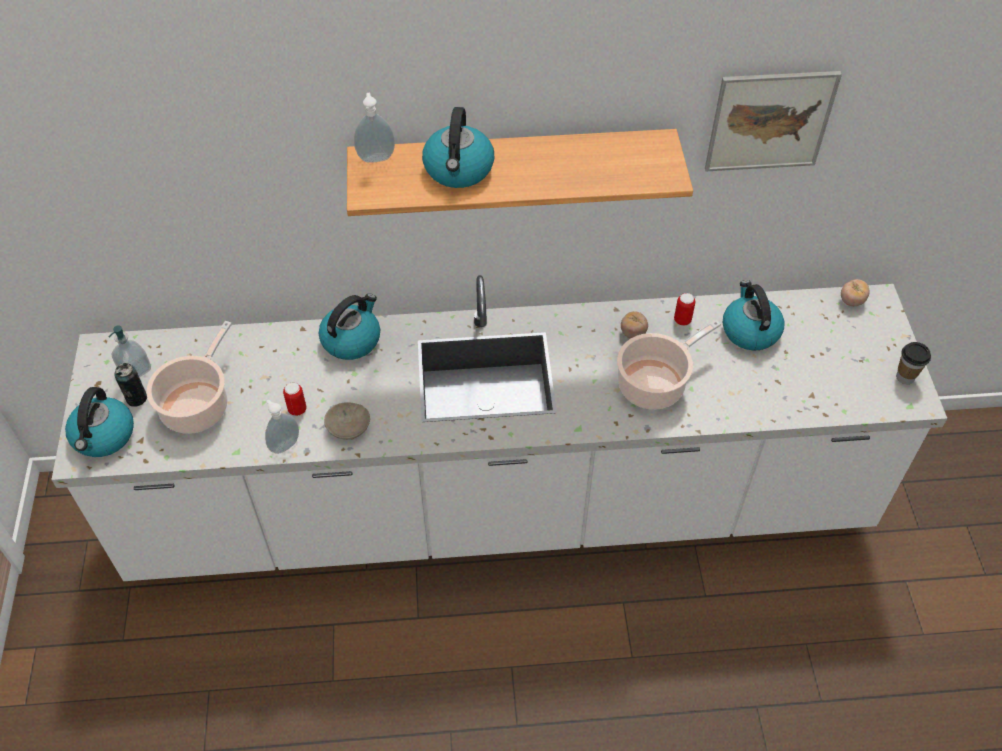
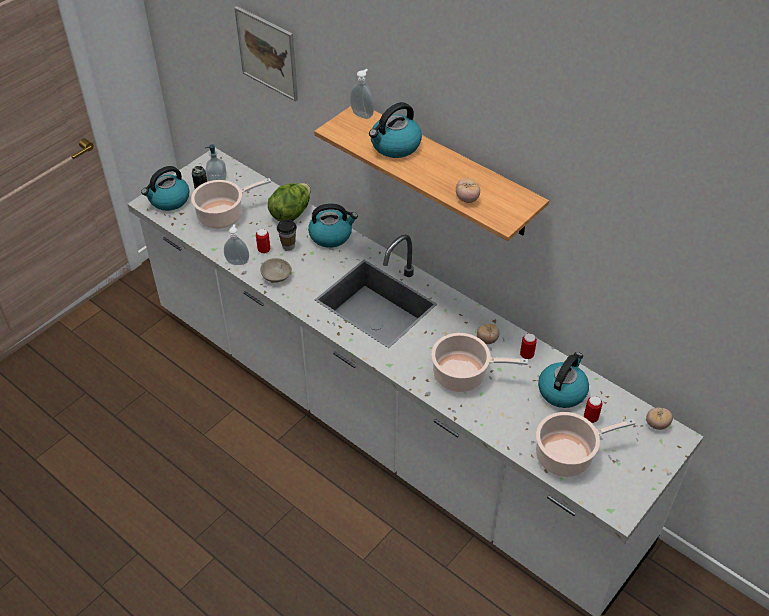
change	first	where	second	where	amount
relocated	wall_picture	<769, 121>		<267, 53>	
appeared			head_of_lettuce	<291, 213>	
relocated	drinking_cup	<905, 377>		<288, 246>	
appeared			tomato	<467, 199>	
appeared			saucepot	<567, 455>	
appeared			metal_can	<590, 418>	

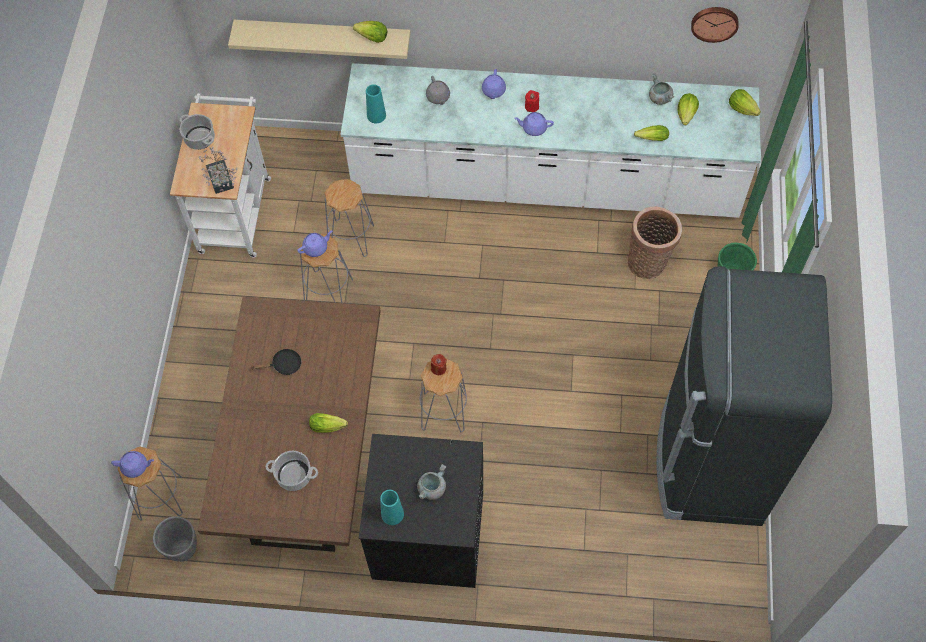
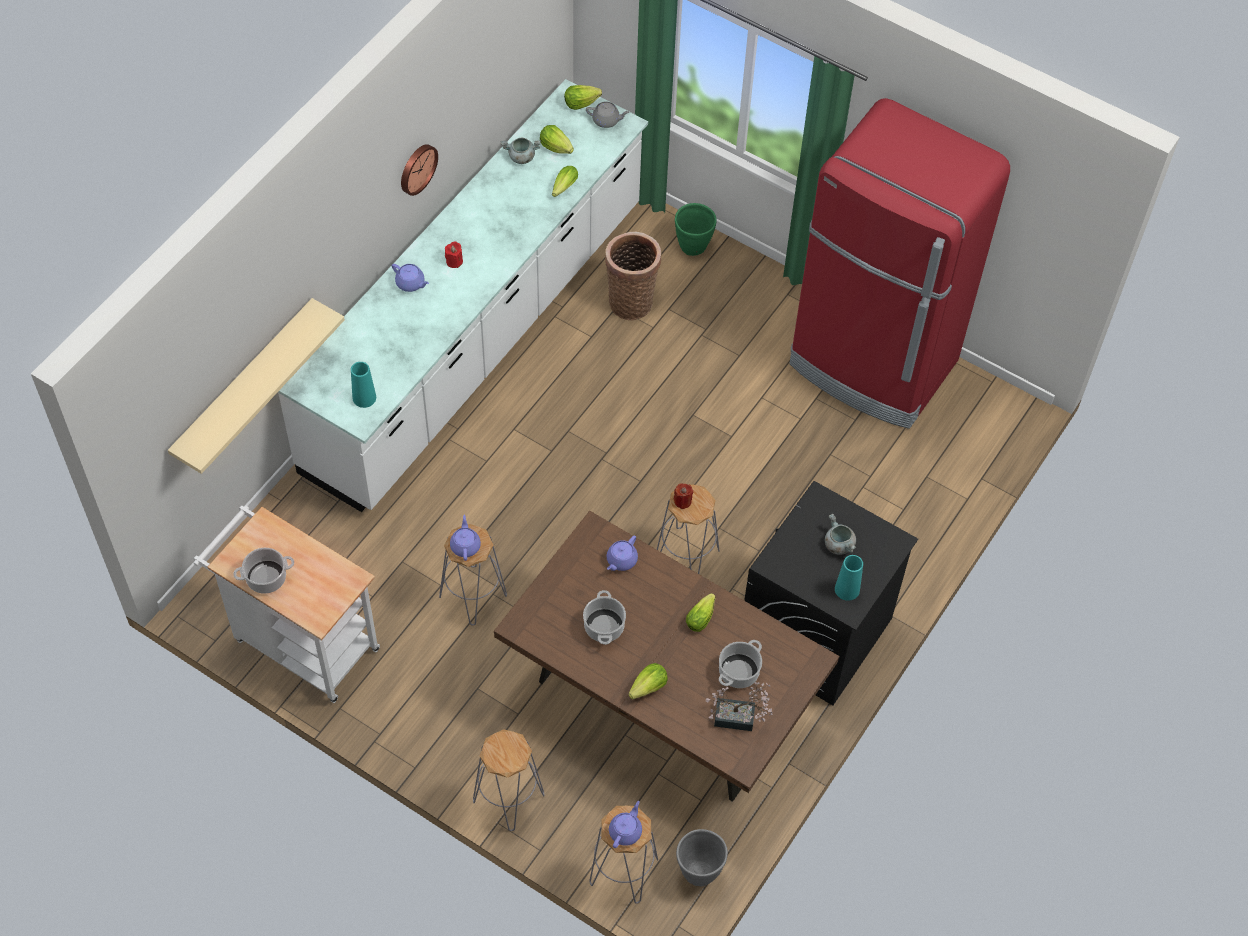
change	first	where	second	where	amount
relocated	wall_clock	<714, 22>		<417, 168>	
relocated	grey_stool	<351, 237>		<508, 797>	
exchanged	black-coloured_pan	<283, 365>	saucepot	<604, 627>	
relocated	grey_teapot	<438, 97>		<606, 120>	
relocated	purple_teapot	<533, 128>		<621, 560>	
relocated	head_of_lettuce	<372, 38>		<648, 687>	
relocated	houseplant	<221, 183>		<739, 718>	
colour	black-coloured_kitchen_fridge	<710, 462>	red_kitchen_fridge	<873, 365>	

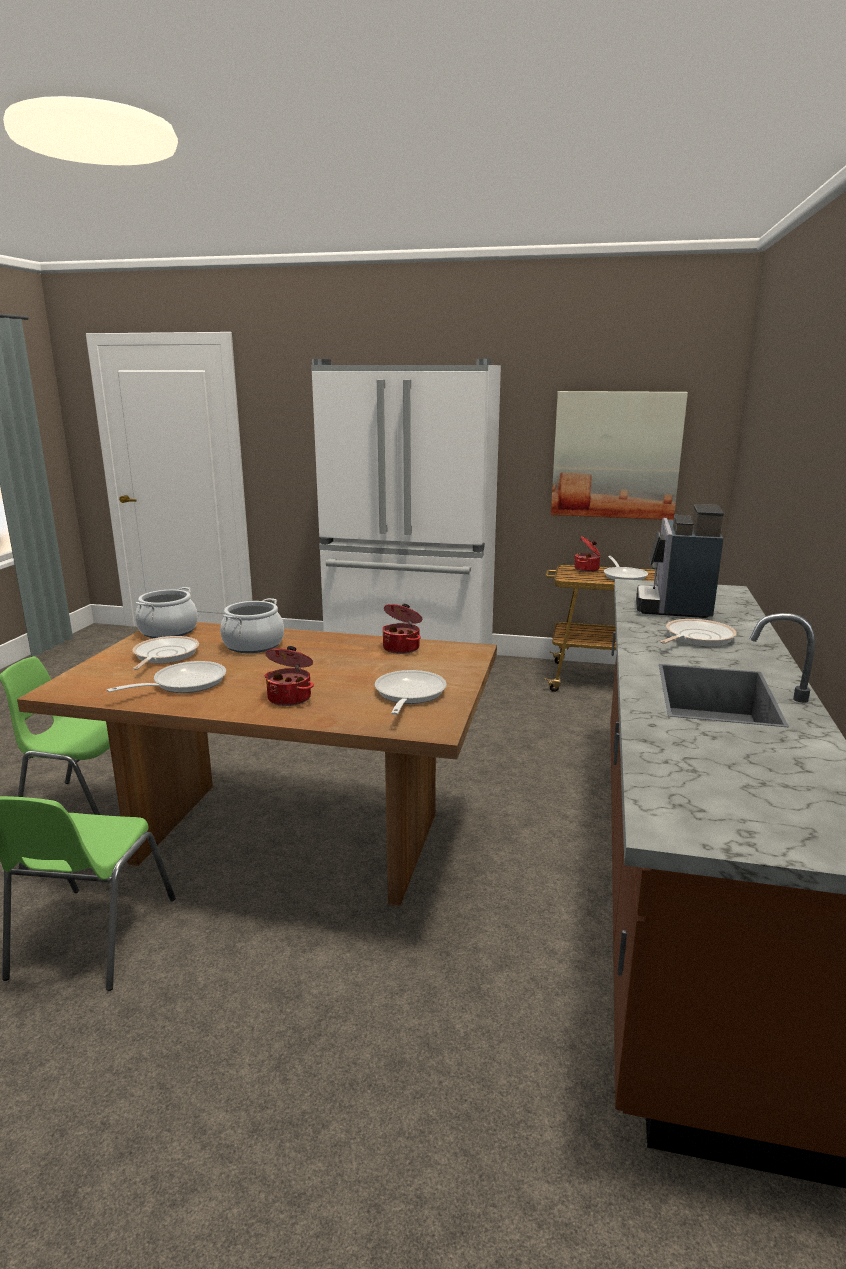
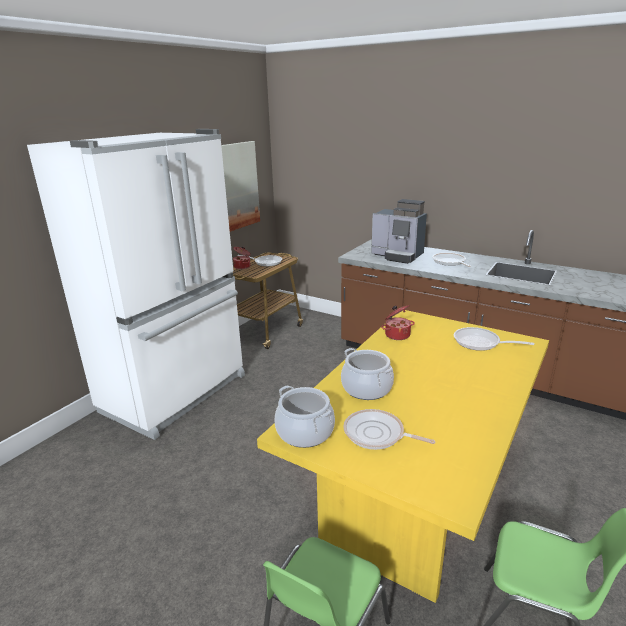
change	first	where	second	where	amount
colour	brownish_dinner_table	<287, 839>	yellowish_dinner_table	<416, 496>	
missing	pan	<183, 683>			
missing	saucepot	<290, 698>			

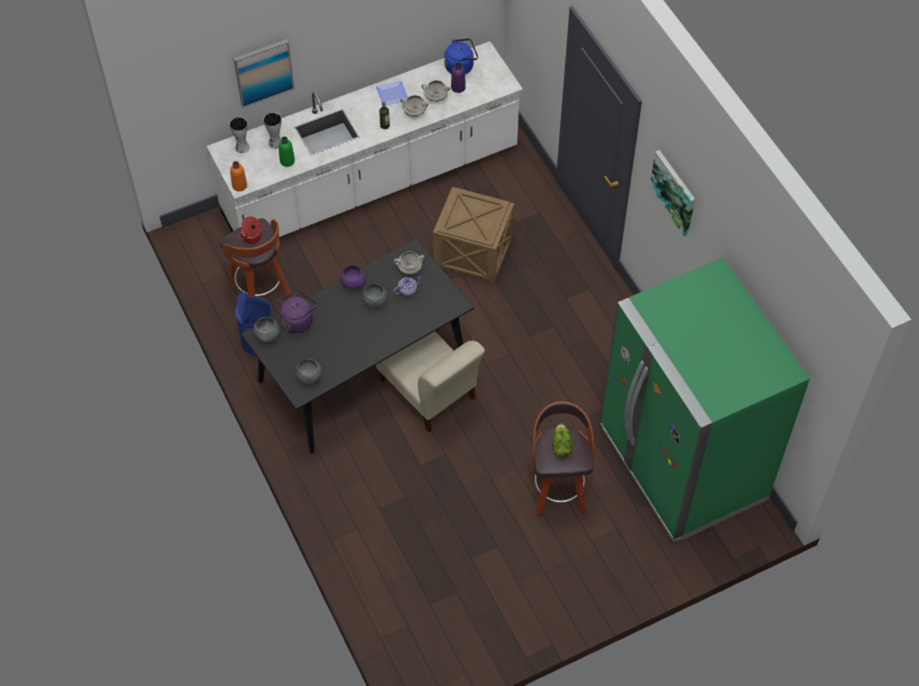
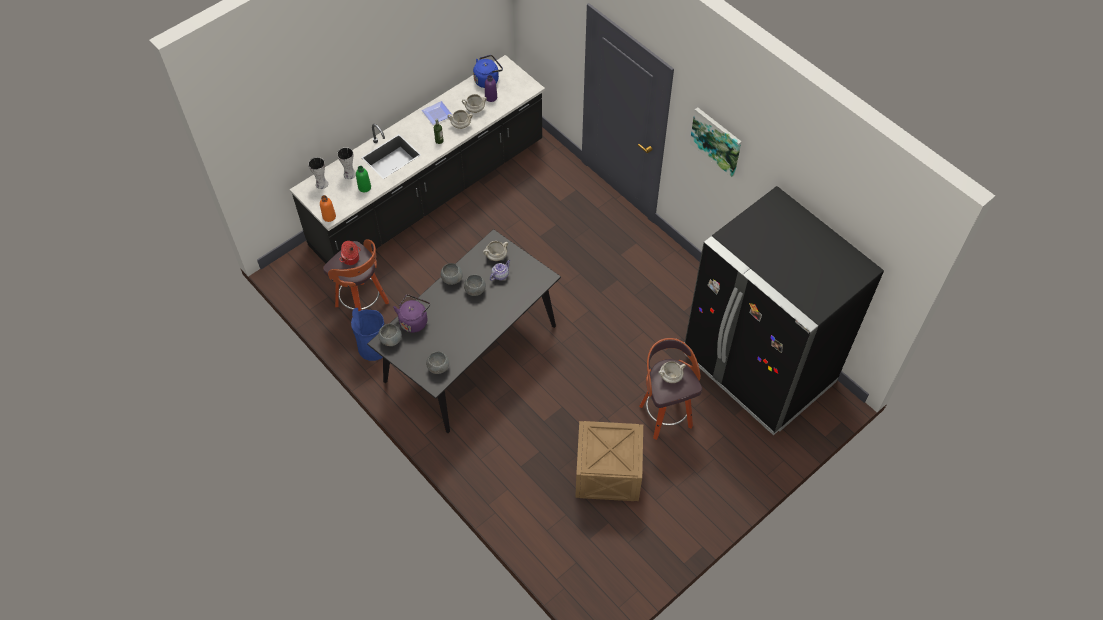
change	first	where	second	where	amount
colour	white_kitchen_counter	<371, 183>	black-coloured_kitchen_counter	<429, 194>	
colour	purple_serving_bowl	<353, 283>	grey_serving_bowl	<451, 279>	
relocated	packing_crate	<472, 252>		<606, 473>	
exchanged	head_of_lettuce	<561, 446>	white_saucepot	<670, 377>	
colour	greenish_kitchen_fridge	<682, 464>	black-coloured_kitchen_fridge	<758, 369>	
missing	wall_picture	<263, 72>			
missing	beige_upright_chair	<429, 393>			

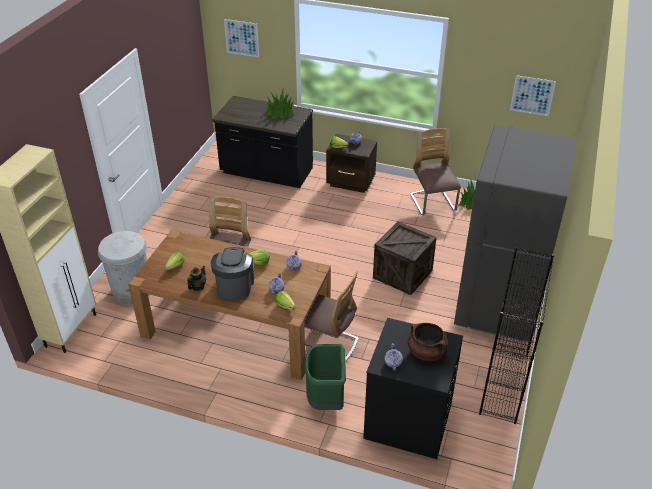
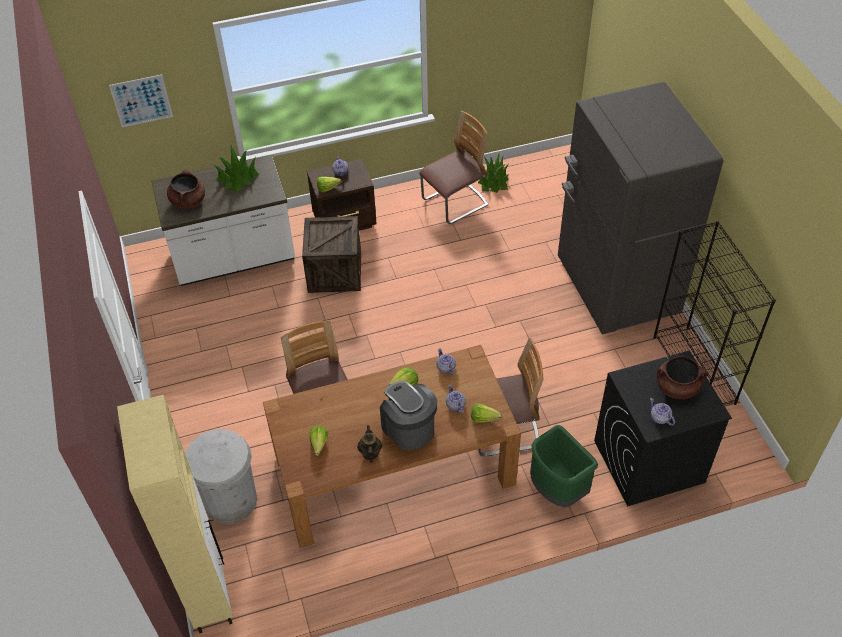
change	first	where	second	where	amount
colour	black-coloured_kitchen_counter	<266, 172>	white_kitchen_counter	<234, 258>	
appeared			brownish_saucepot	<188, 201>	
relocated	packing_crate	<402, 274>		<334, 272>	
spun	upright_chair	<432, 203>		<455, 203>	105 degrees clockwise
missing	wall_picture	<532, 95>			

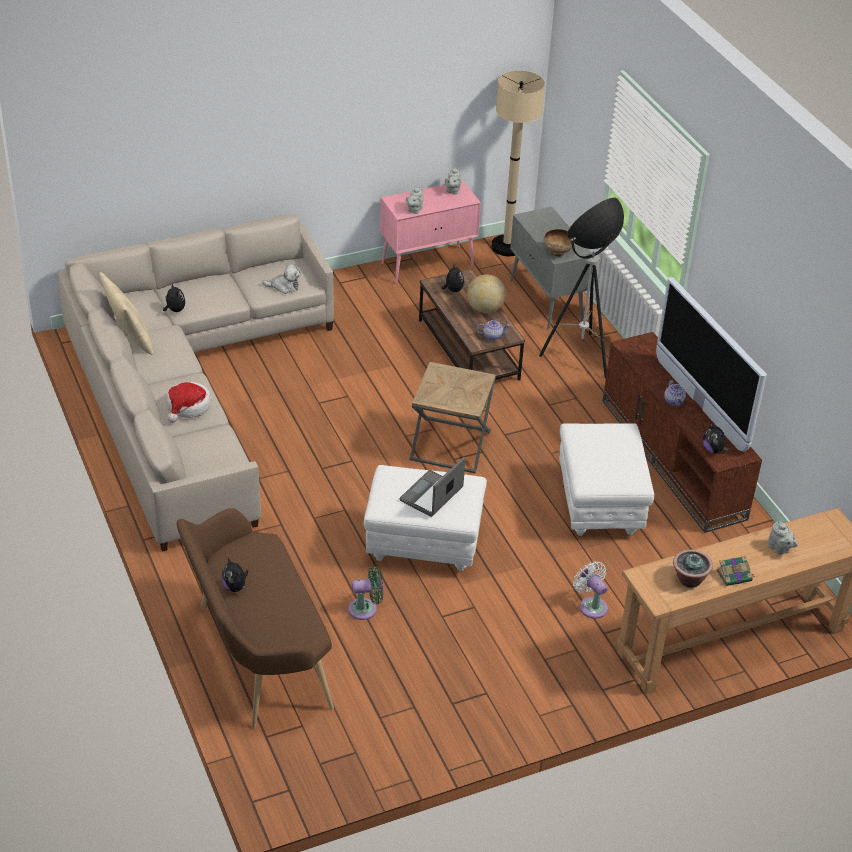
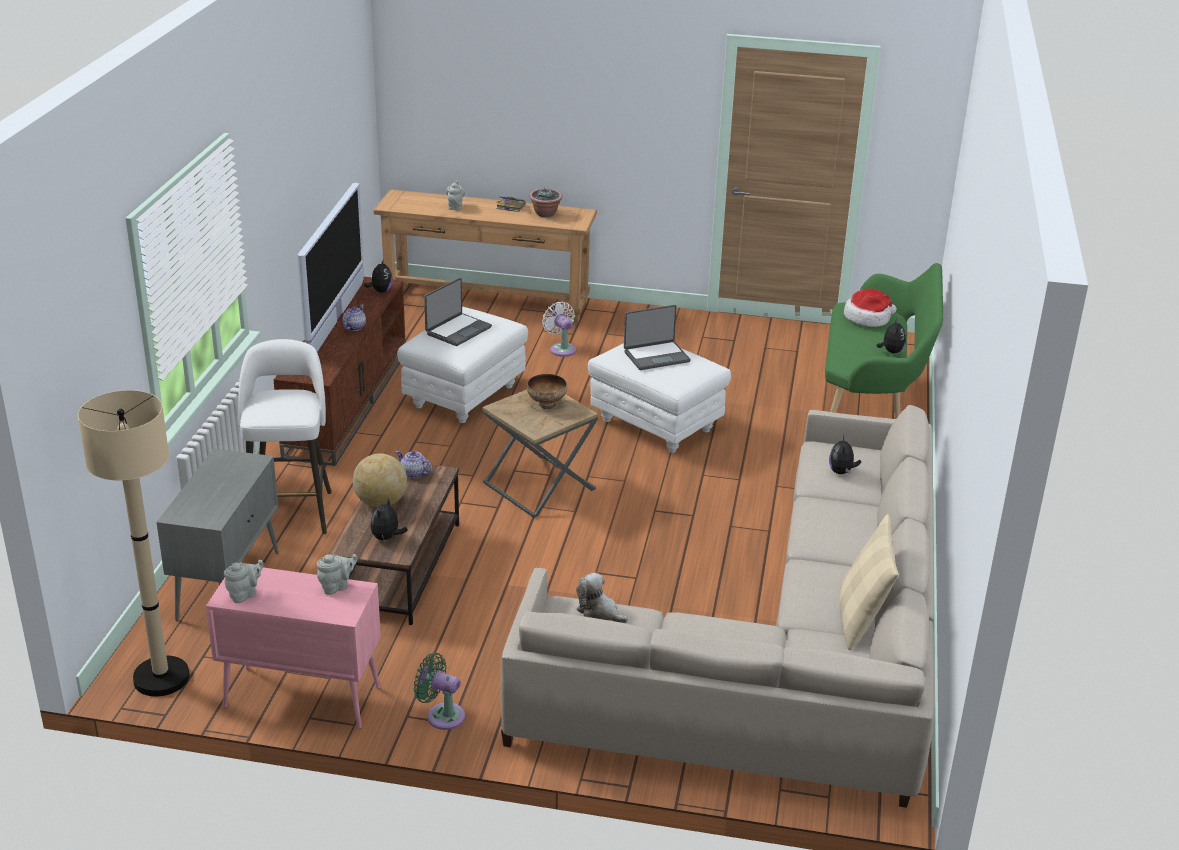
change	first	where	second	where	amount
exchanged	standard_lamp	<580, 357>	white_stool	<291, 511>	
relocated	greenish_fan	<366, 609>		<442, 715>	
appeared			portable_computer	<457, 330>	
relocated	serving_bowl	<557, 253>		<546, 404>	
spun	white_fan	<591, 605>		<561, 349>	150 degrees clockwise
colour	brownish_long_seat	<255, 657>	greenish_long_seat	<871, 410>	
relocated	cuddly_toy	<174, 310>		<841, 472>	
relocated	wearable_hat	<188, 407>		<868, 318>	

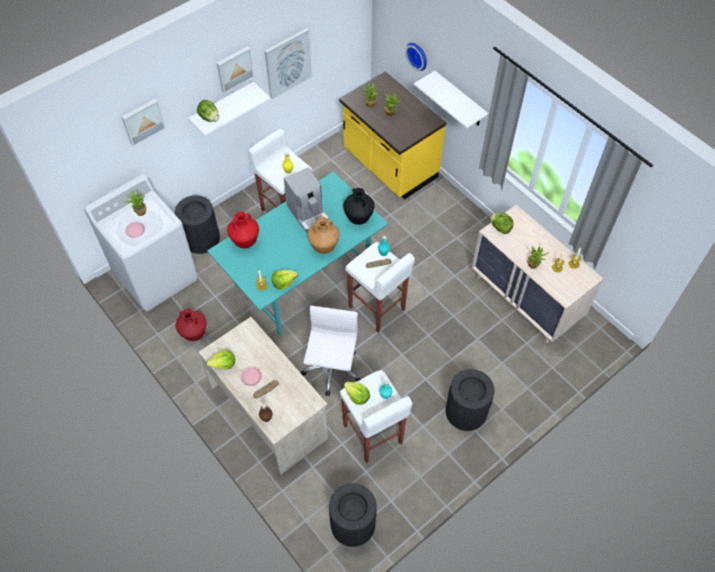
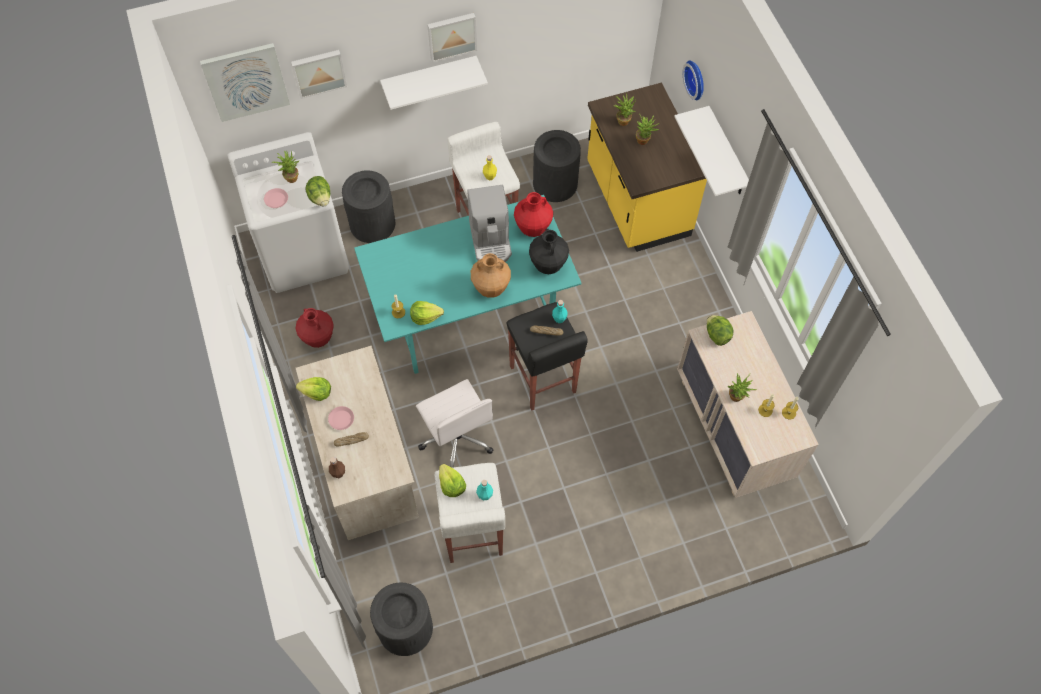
change	first	where	second	where	amount
relocated	wall_picture	<288, 63>		<246, 81>	
relocated	head_of_lettuce	<209, 118>		<320, 198>	
spun	white_office_chair	<332, 371>		<457, 438>	120 degrees clockwise
colour	white_stool	<376, 309>	black-coloured_stool	<542, 380>	
relocated	red_decorative_vase	<245, 242>		<533, 228>	
relocated	black-coloured_trash_can	<466, 411>		<555, 183>	

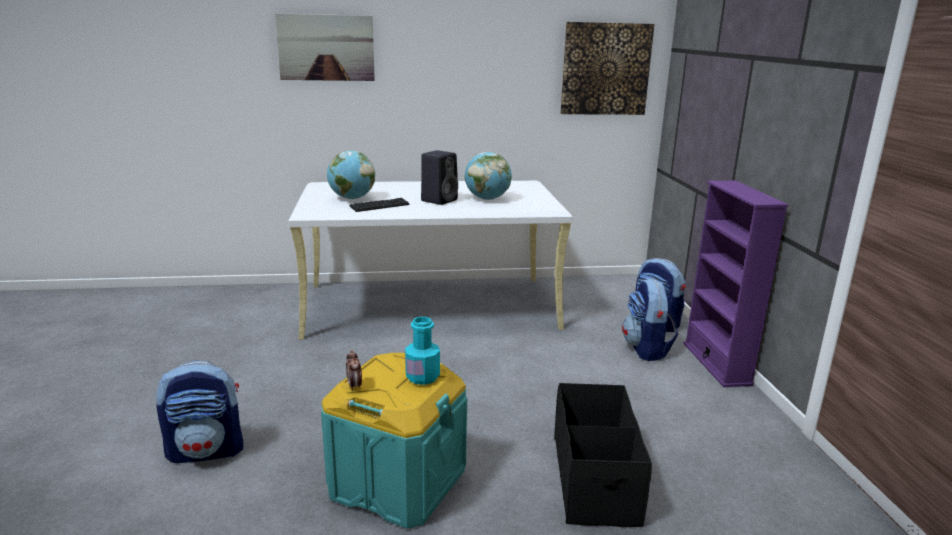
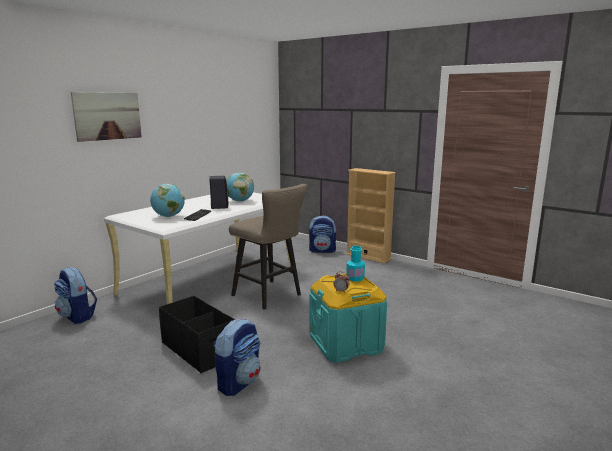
change	first	where	second	where	amount
relocated	backpack	<646, 349>		<78, 316>	
relocated	black-coloured_storage_bin	<595, 479>		<198, 349>	
appeared			beige_stool	<270, 296>	
colour	purple_bookshelf	<716, 363>	beige_bookshelf	<368, 256>	
missing	wall_picture	<605, 69>			

